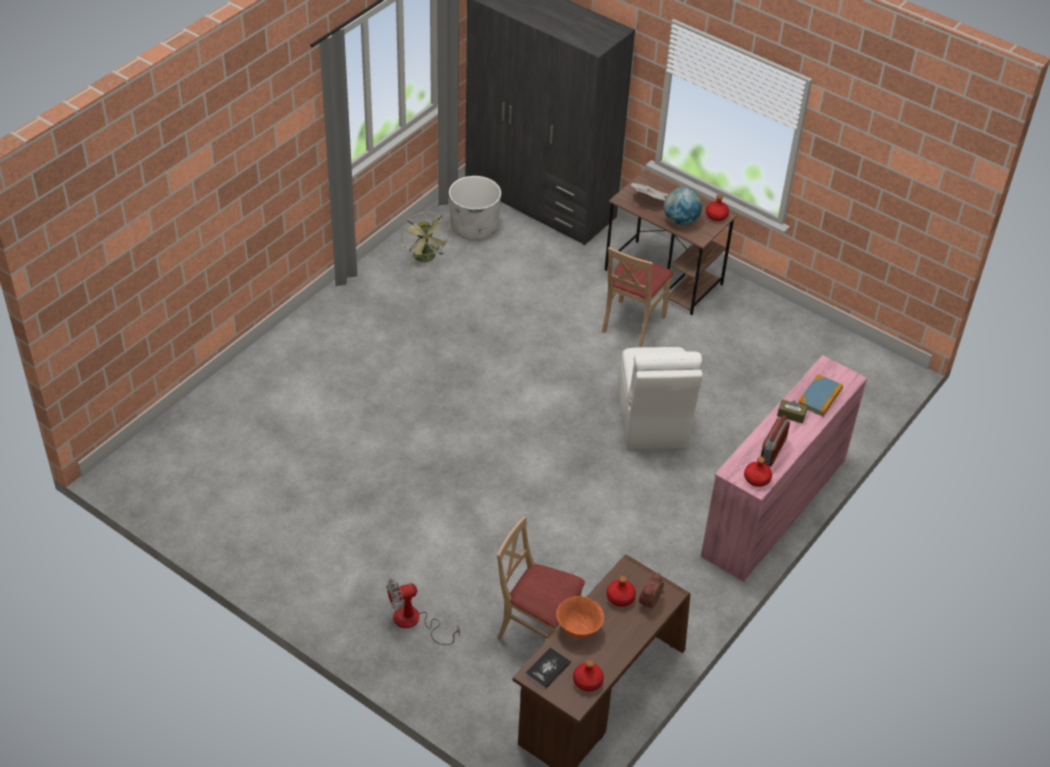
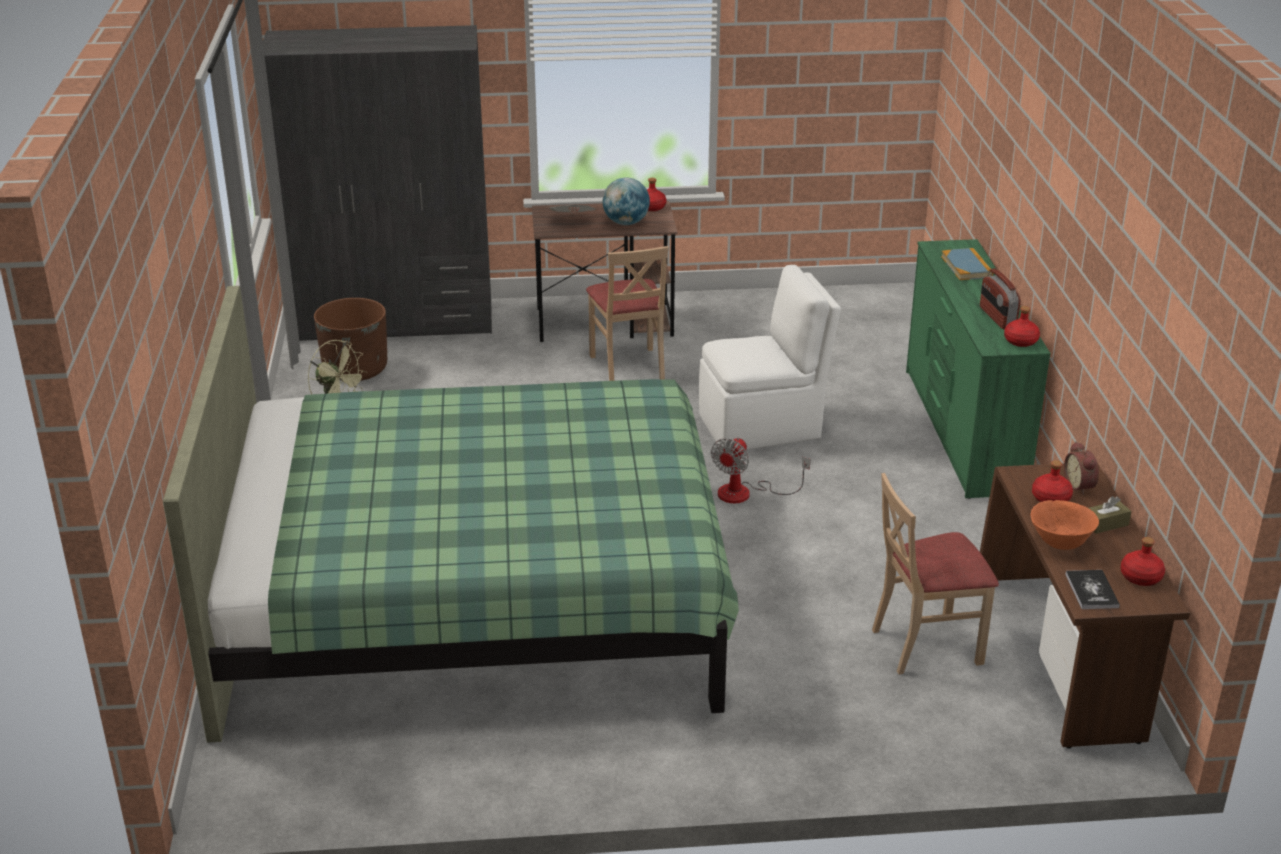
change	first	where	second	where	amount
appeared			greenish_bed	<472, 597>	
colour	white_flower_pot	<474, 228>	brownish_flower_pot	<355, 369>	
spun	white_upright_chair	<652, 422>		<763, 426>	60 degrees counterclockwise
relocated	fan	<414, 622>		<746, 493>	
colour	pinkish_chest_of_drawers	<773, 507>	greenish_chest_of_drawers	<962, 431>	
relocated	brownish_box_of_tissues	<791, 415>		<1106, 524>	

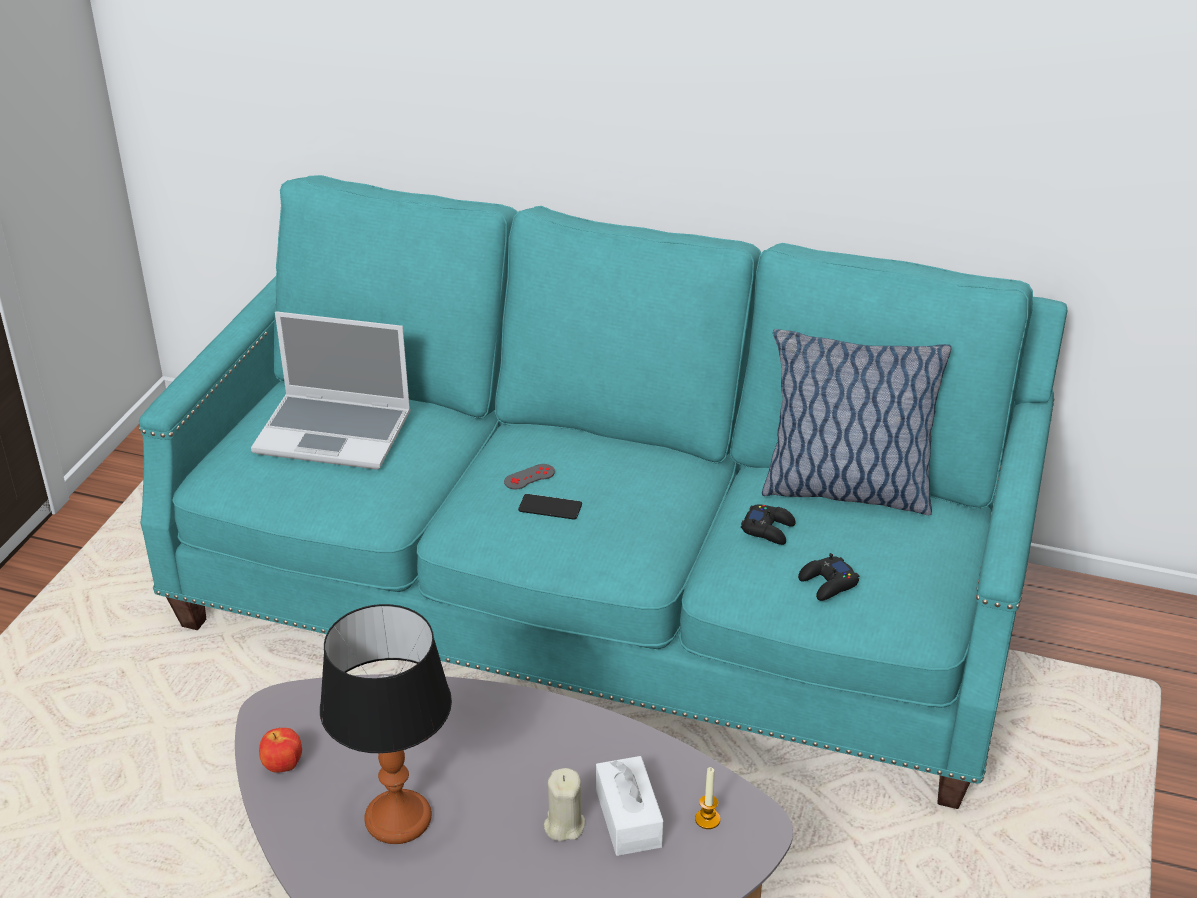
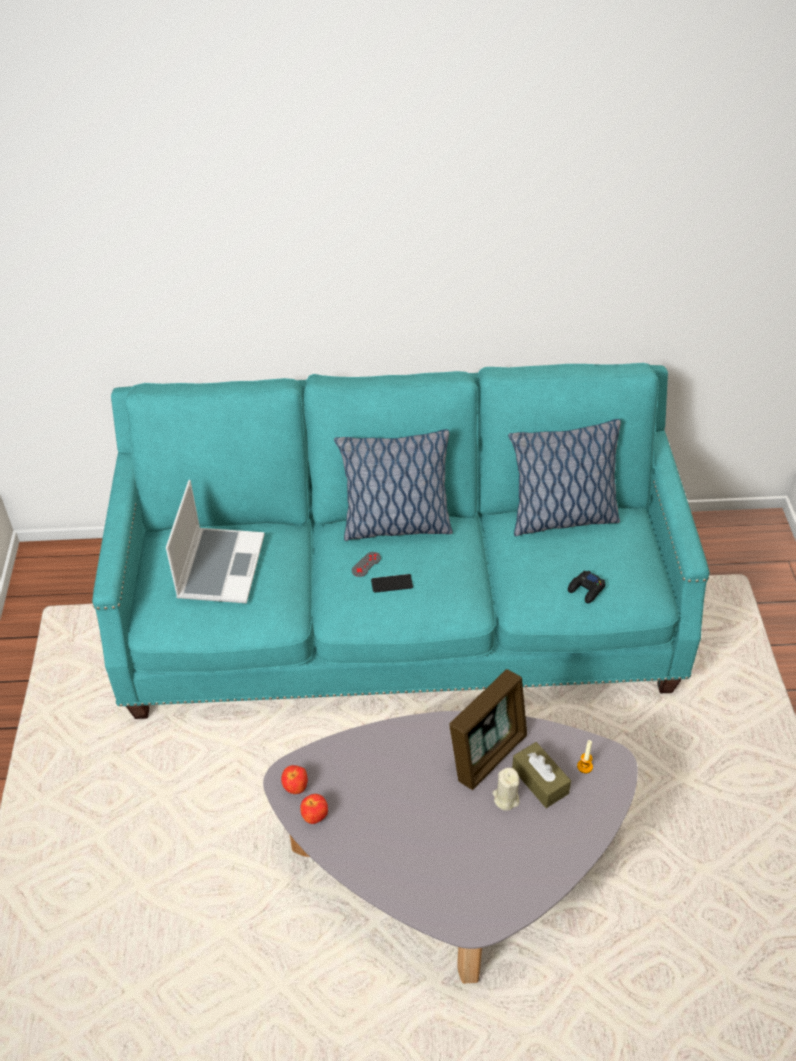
change	first	where	second	where	amount
spun	portable_computer	<336, 433>		<220, 566>	75 degrees counterclockwise
appeared			apple_fruit	<296, 788>	
appeared			pillow	<395, 525>	
appeared			picture_frame	<488, 754>	
colour	white_box_of_tissues	<628, 818>	brownish_box_of_tissues	<540, 781>	
missing	tabletop_lamp	<398, 818>			
missing	black-coloured_game_controller	<768, 529>			

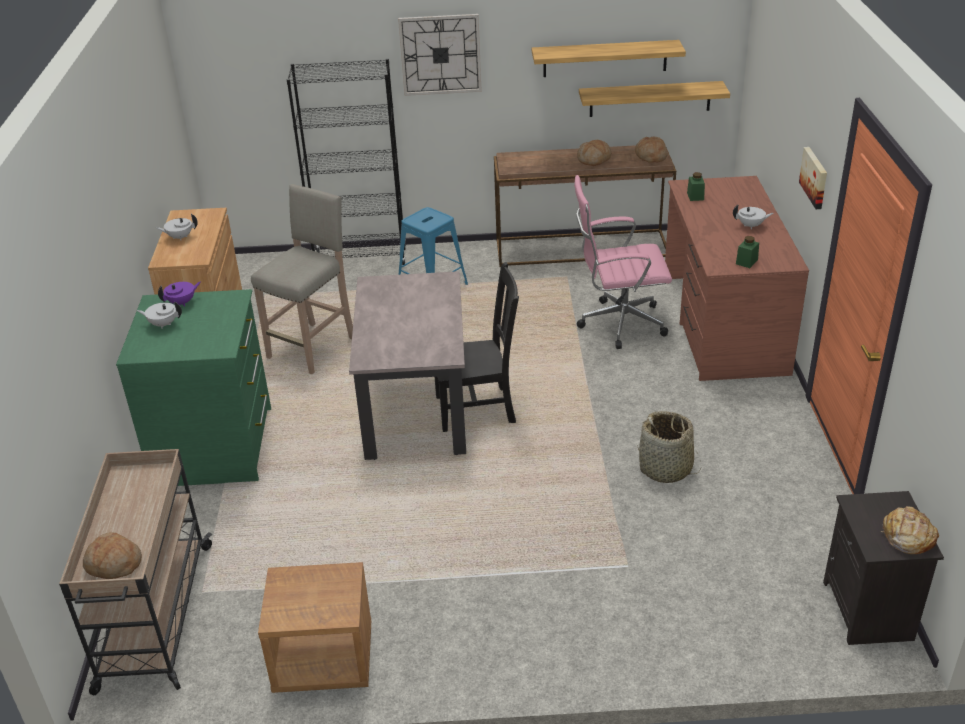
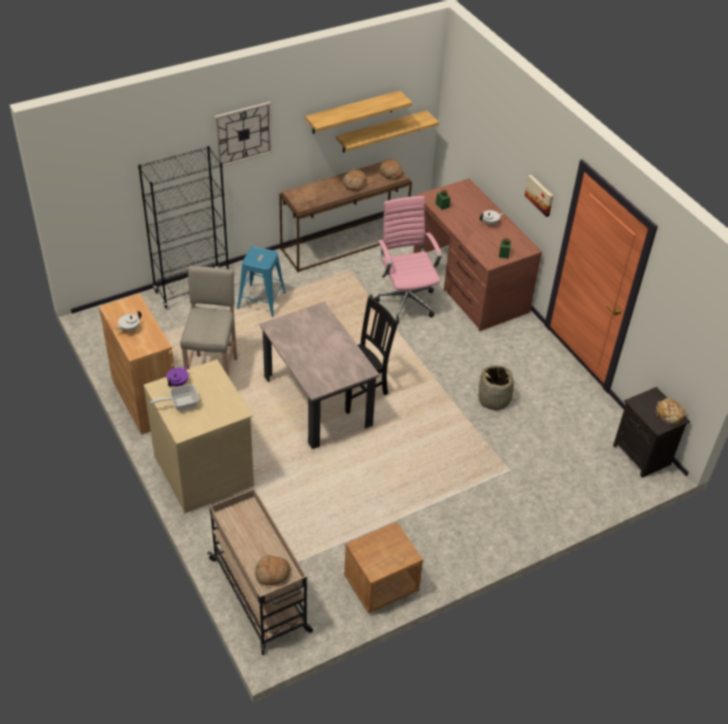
change	first	where	second	where	amount
colour	greenish_chest_of_drawers	<216, 446>	beige_chest_of_drawers	<205, 470>	
exchanged	white_teapot	<163, 324>	pan	<180, 404>	
spun	pinkish_office_chair	<618, 324>		<405, 300>	105 degrees clockwise

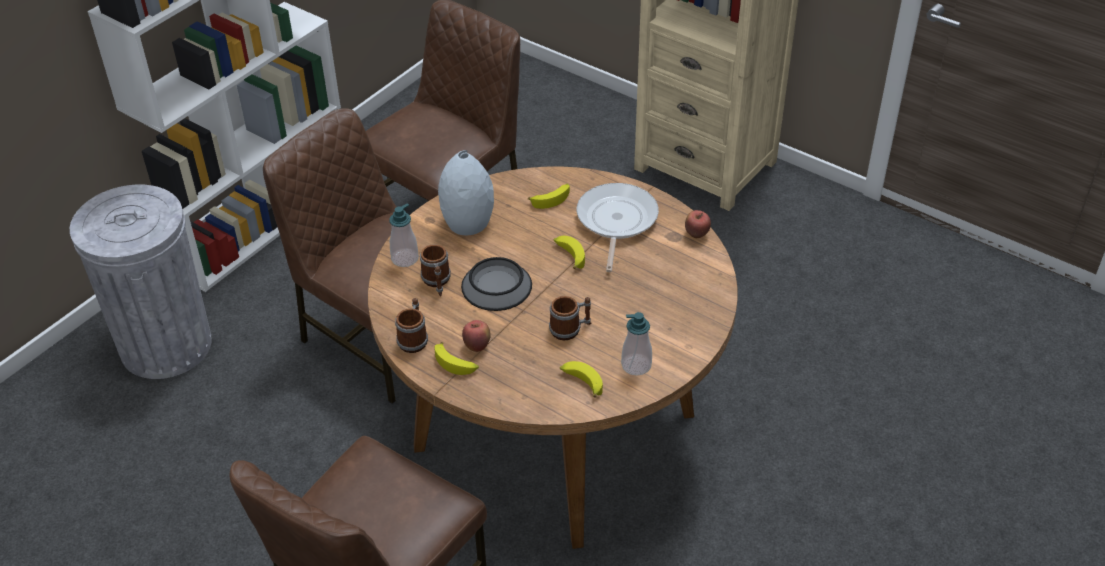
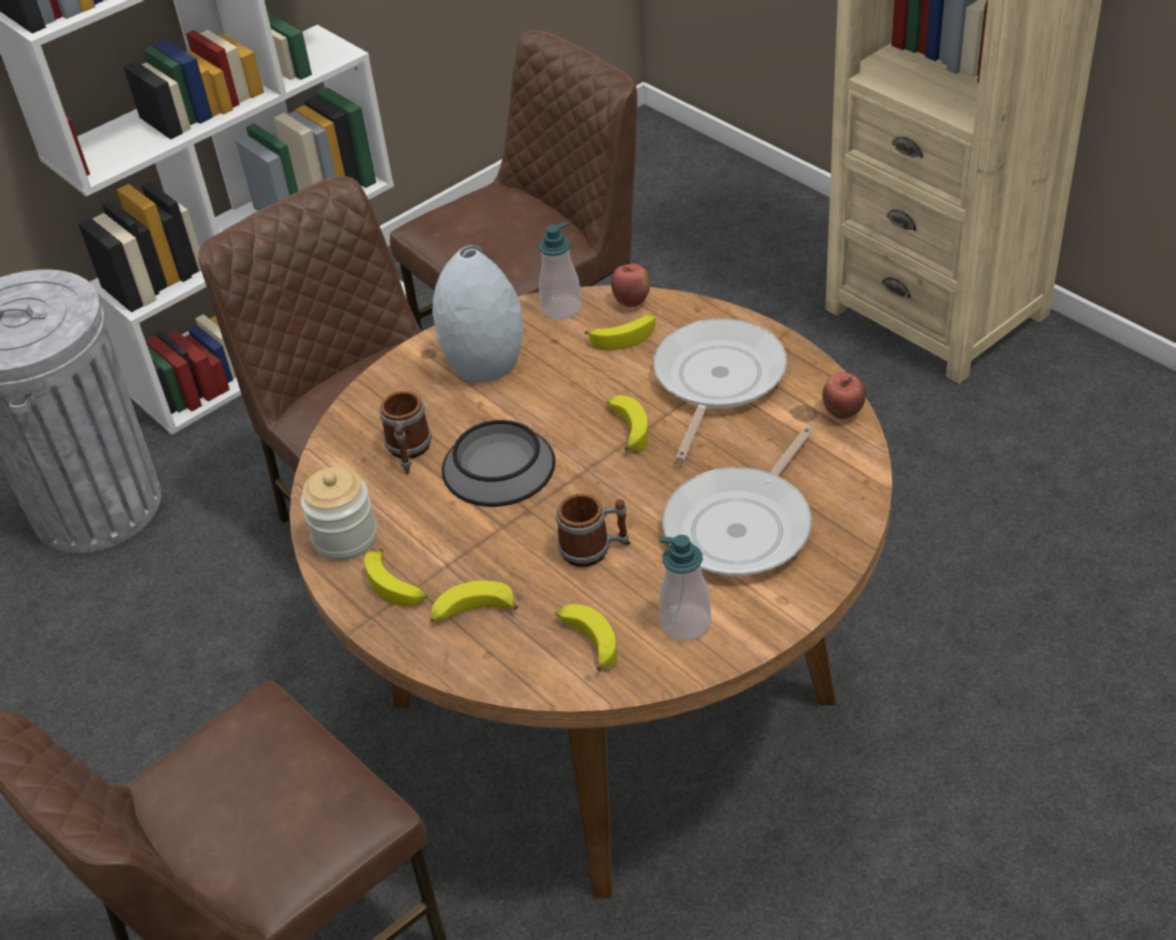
change	first	where	second	where	amount
exchanged	tea_mug	<414, 338>	preserve_jar	<345, 538>	
appeared			banana_fruit	<472, 613>	
relocated	soap_bottle	<405, 258>		<561, 308>	
relocated	apple_fruit	<477, 346>		<632, 302>	
appeared			pan	<743, 525>	

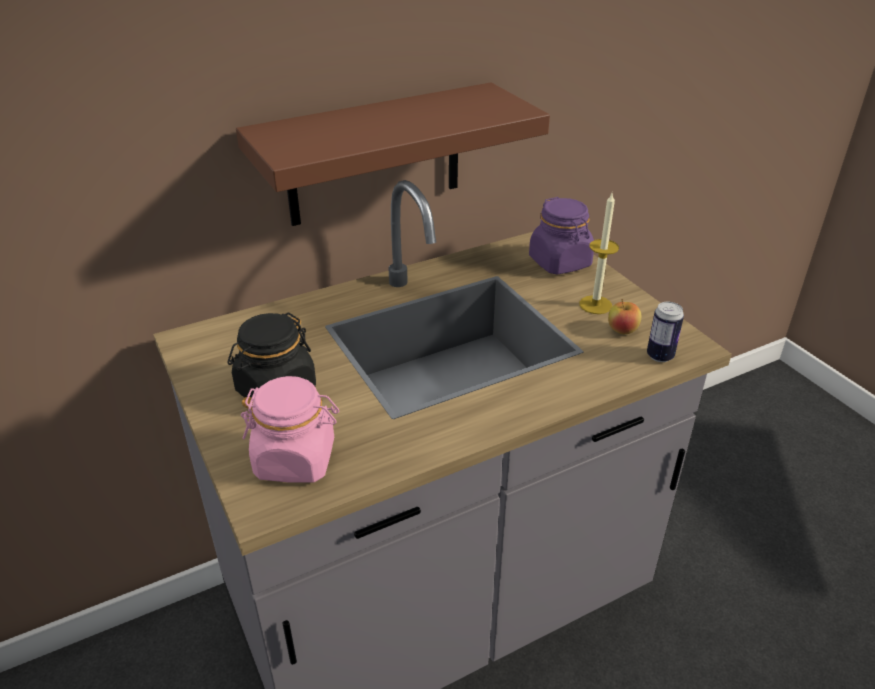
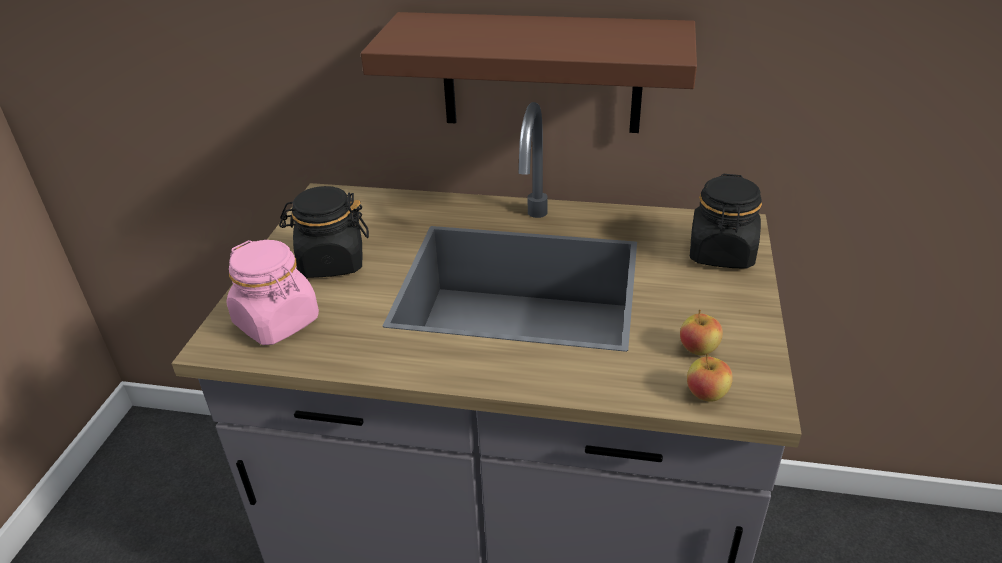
change	first	where	second	where	amount
exchanged	metal_can	<660, 356>	apple_fruit	<706, 394>	
colour	purple_preserve_jar	<560, 262>	black-coloured_preserve_jar	<721, 253>	
missing	wax_candle	<595, 305>			

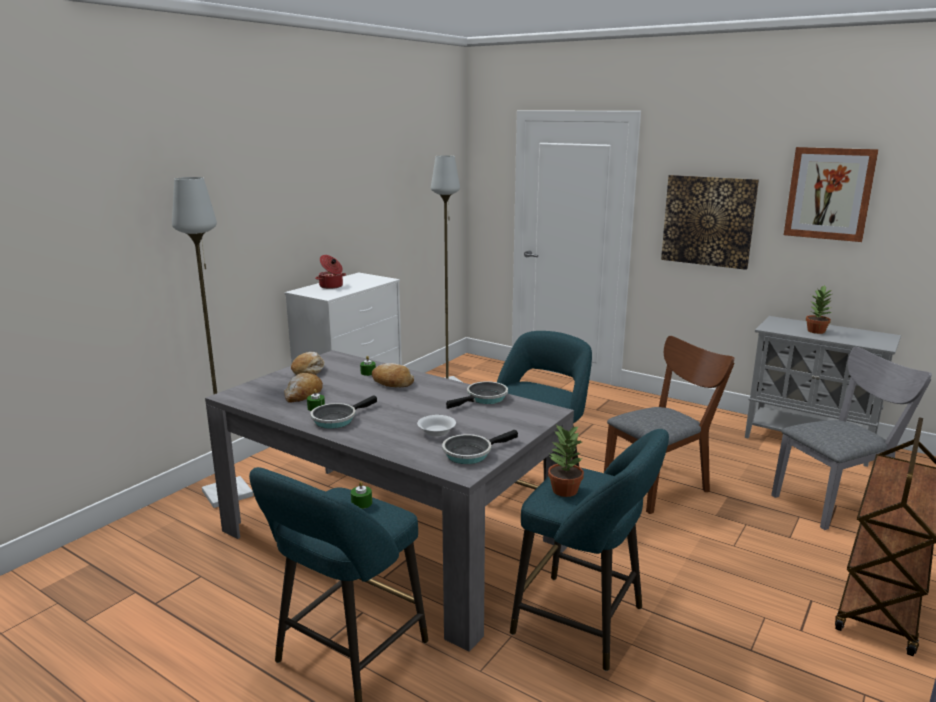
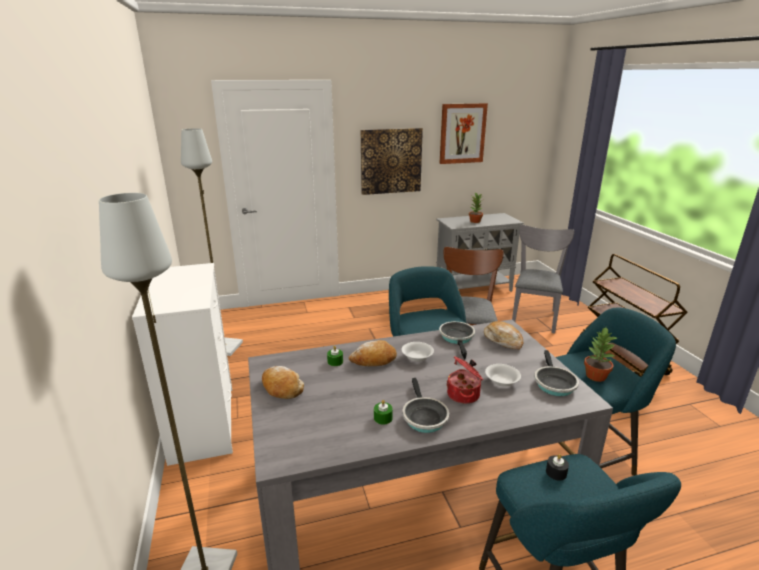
change	first	where	second	where	amount
appeared			white_serving_bowl	<416, 357>	
relocated	saucepot	<331, 286>		<464, 395>	
relocated	baked_bread	<303, 394>		<503, 340>	
colour	greenish_wax_candle	<361, 503>	black-coloured_wax_candle	<556, 472>	

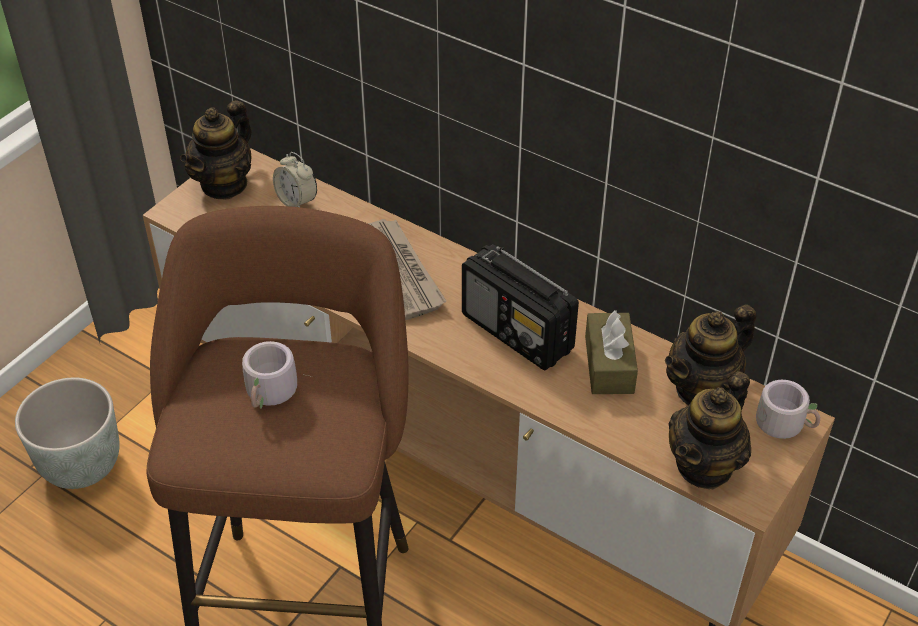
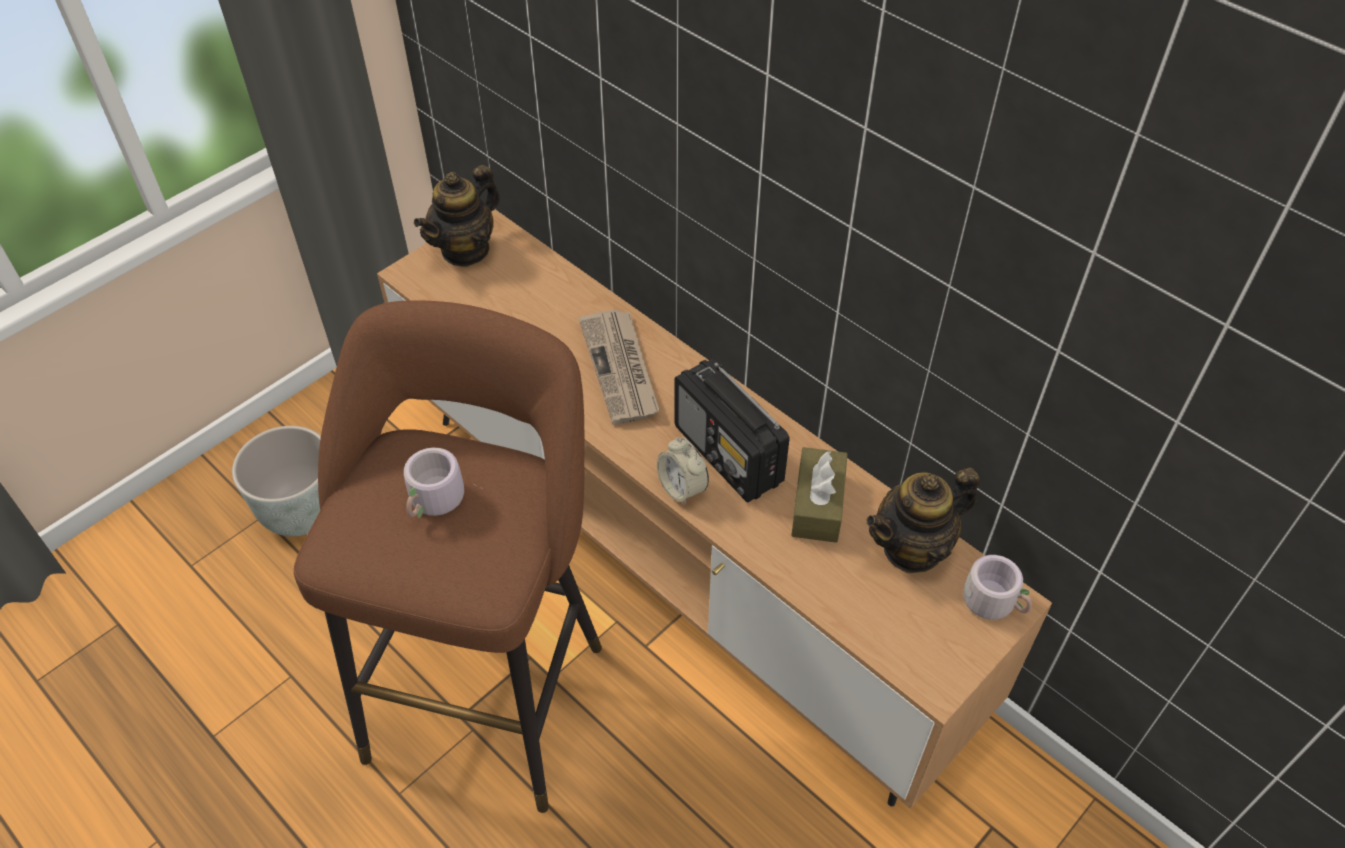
change	first	where	second	where	amount
relocated	bedside_clock	<297, 201>		<682, 488>	
missing	teapot	<705, 465>			

